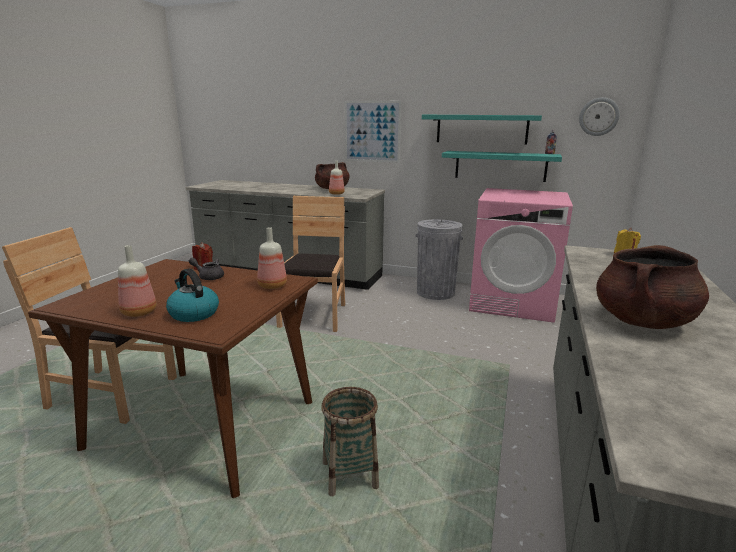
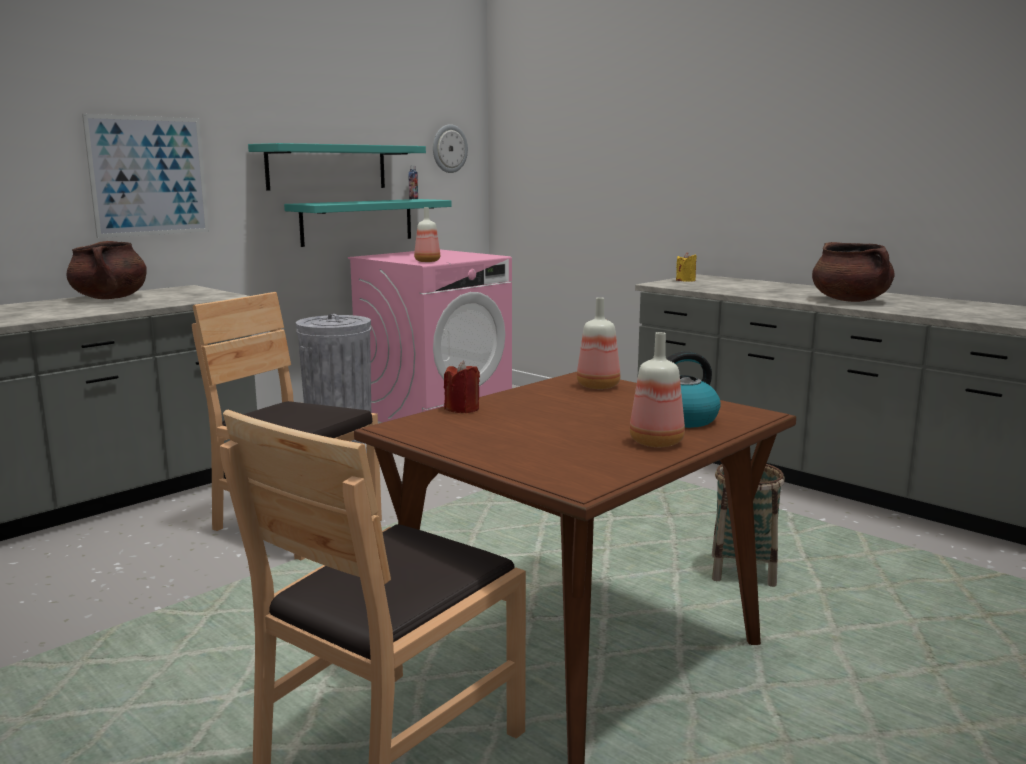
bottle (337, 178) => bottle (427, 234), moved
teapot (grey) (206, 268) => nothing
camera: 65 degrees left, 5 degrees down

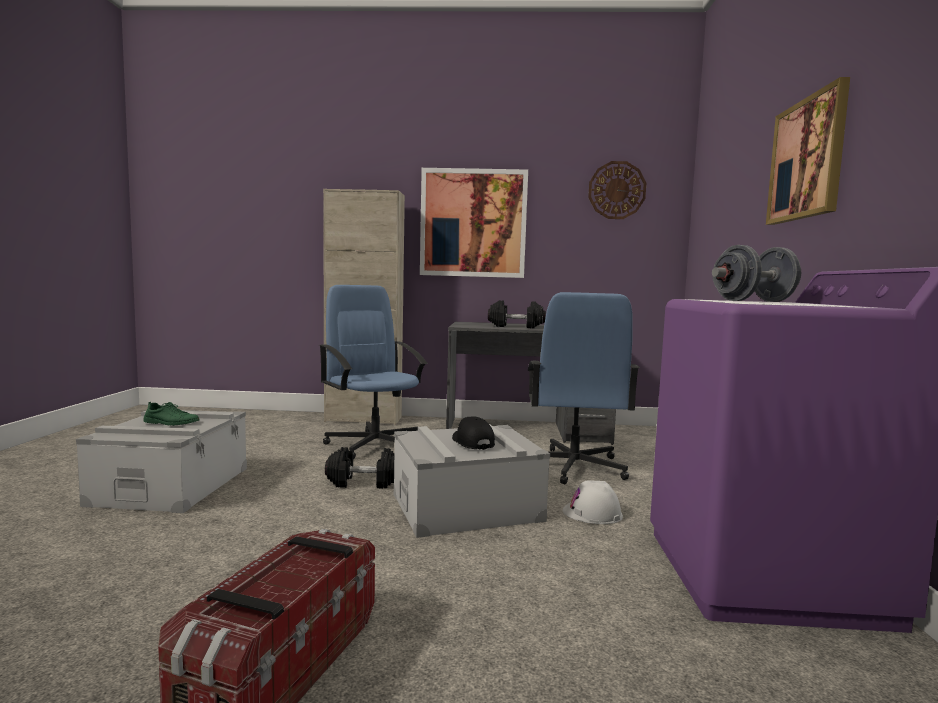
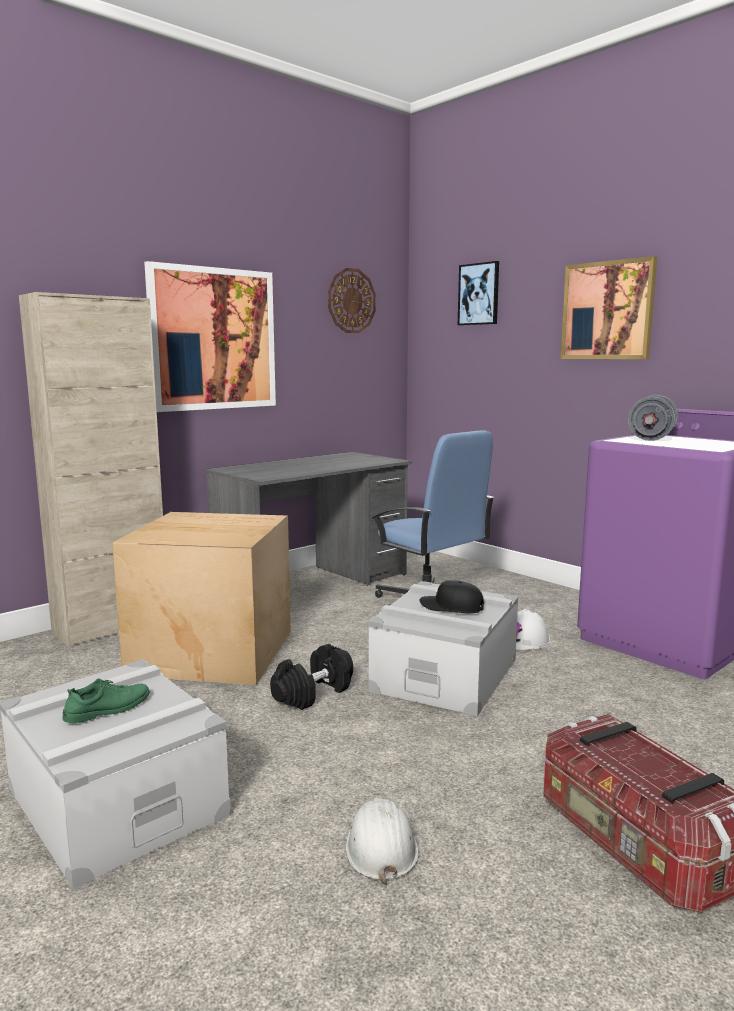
office chair (blue) (373, 372) => cardboard box (201, 598)
dumbbell (black) (517, 314) => nothing
nothing => picture (478, 293)
nothing => hard hat (white) (382, 841)
camera: 45 degrees left, 5 degrees up

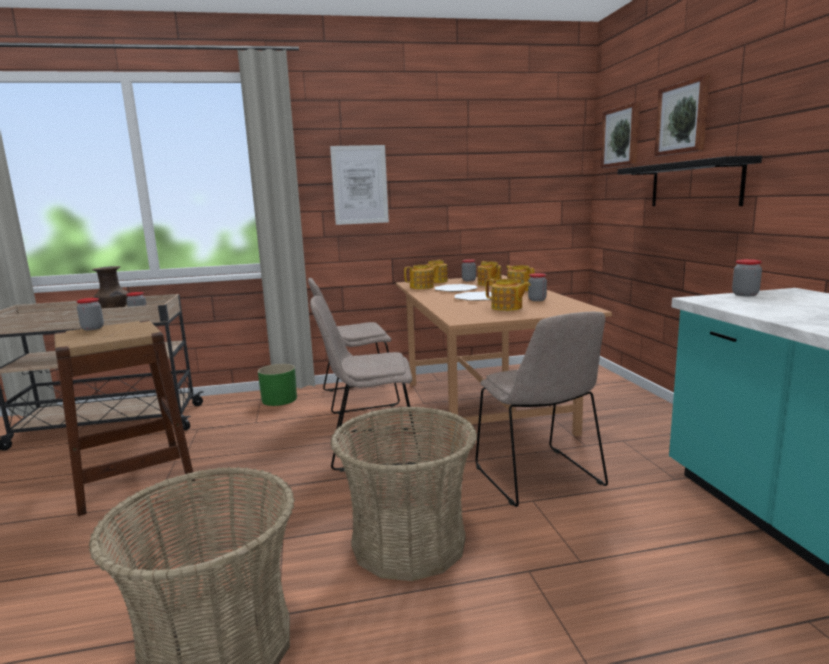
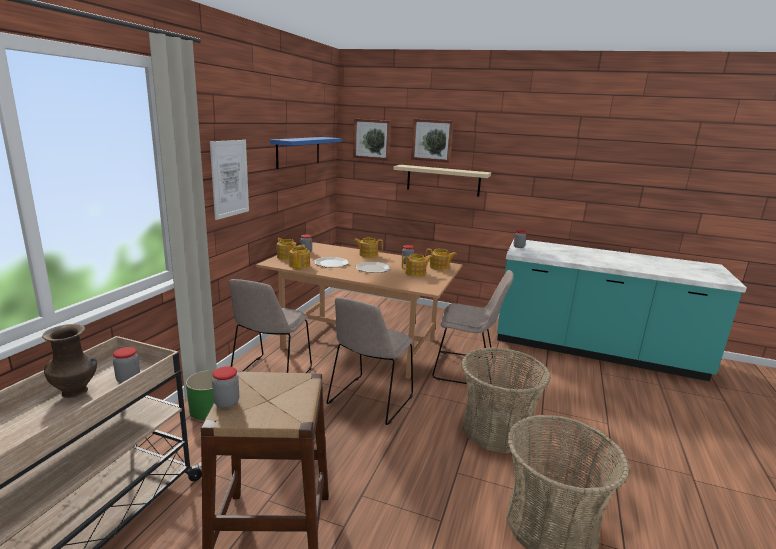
shelf (black) (690, 180) => shelf (beige) (442, 181)
teapot (490, 273) => teapot (441, 259), moved
nothing => shelf (blue) (306, 153)
camera: 60 degrees left, 5 degrees up

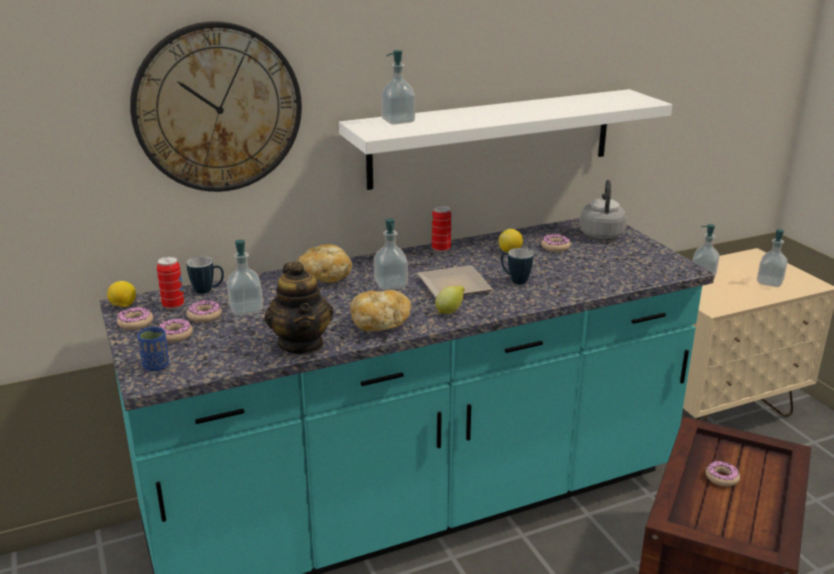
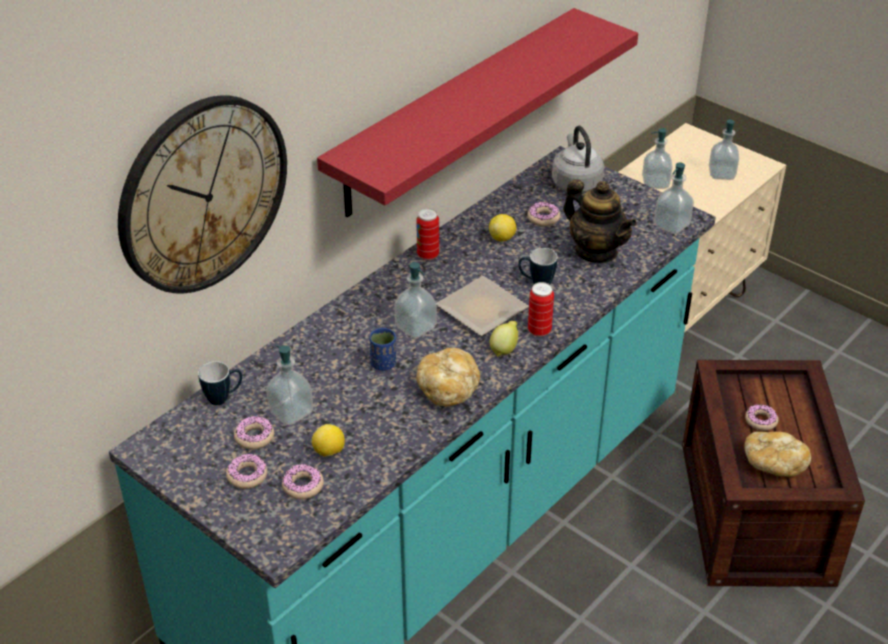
soap dispenser (398, 87) => soap dispenser (674, 198), moved
shelf (white) (505, 139) => shelf (red) (477, 112)
bread (325, 263) => bread (777, 454), moved
can (170, 283) => can (541, 309), moved
teapot (299, 308) => teapot (600, 221), moved
lemon (121, 294) => lemon (328, 440), moved
donut (135, 318) => donut (303, 481), moved
cup (blue) (153, 349) => cup (blue) (383, 349), moved
camera: 25 degrees left, 15 degrees up

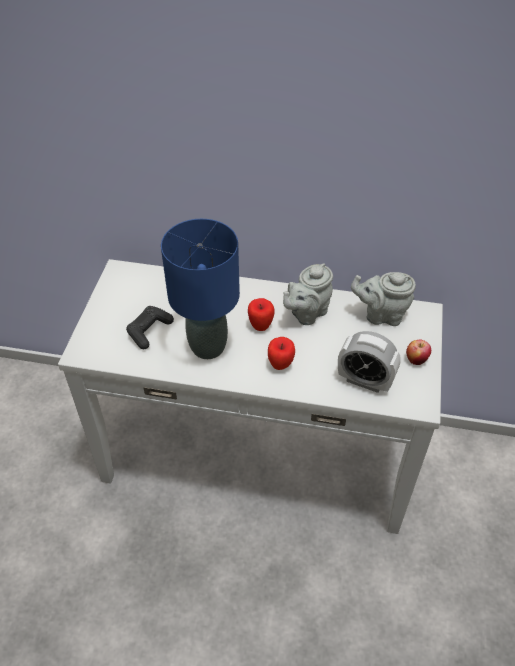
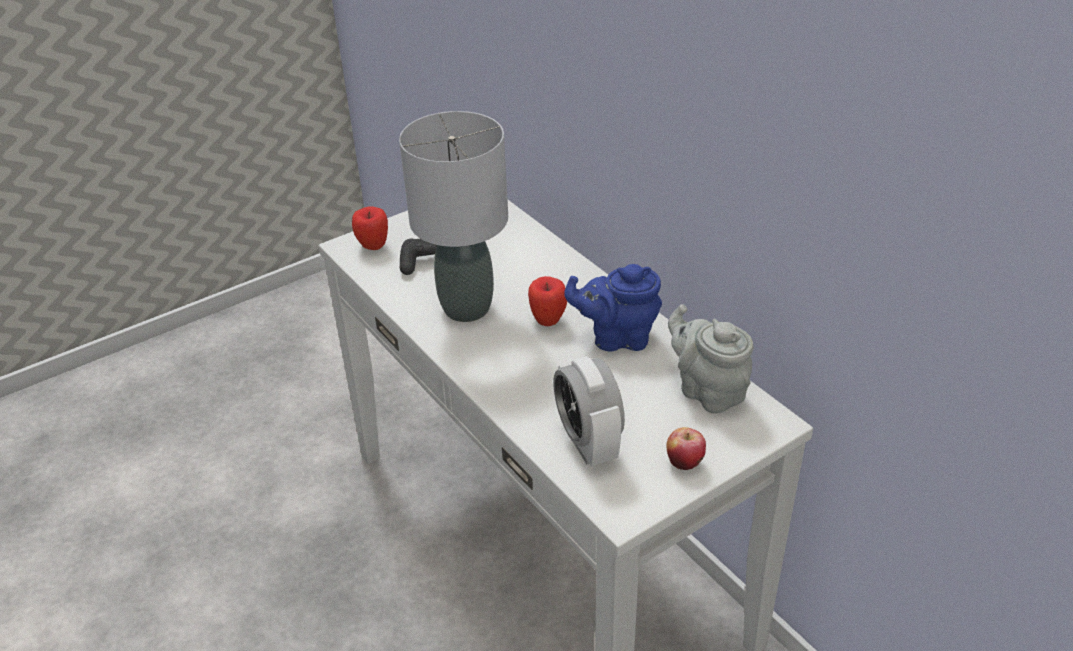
table lamp (blue) (200, 289) => table lamp (grey) (453, 216)
teapot (grey) (308, 294) => teapot (blue) (613, 308)
apple (281, 353) => apple (370, 228), moved
camera: 45 degrees right, 10 degrees down

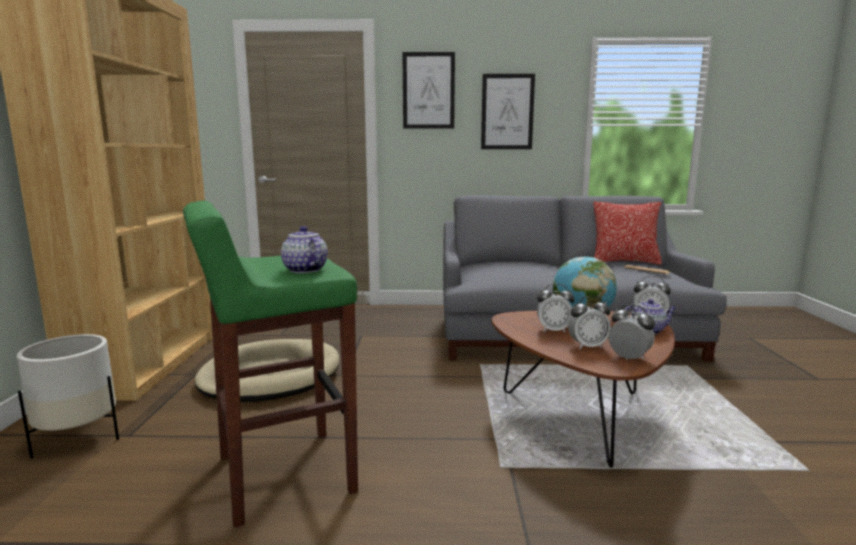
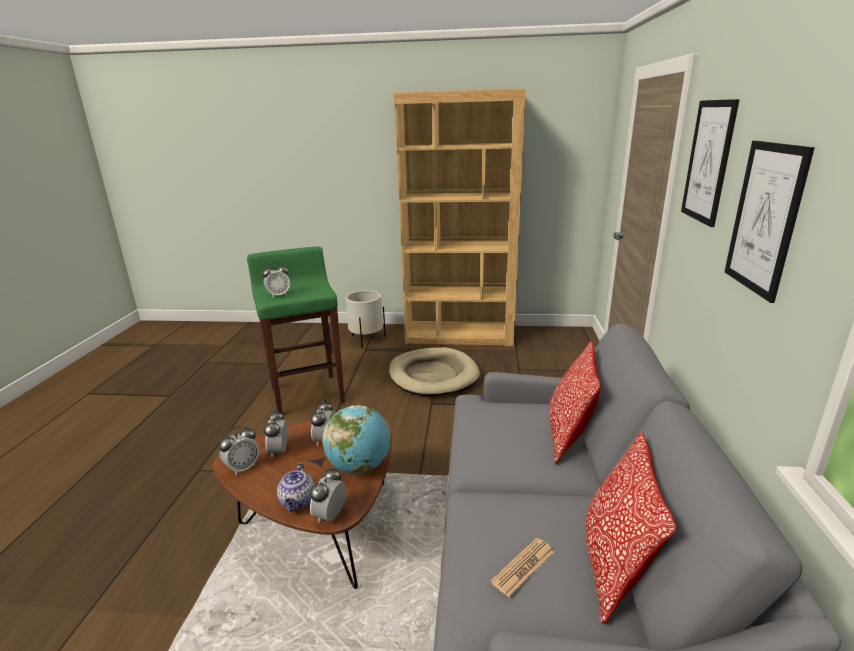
teapot (304, 249) => alarm clock (276, 280)
nothing => pillow (575, 402)
camera: 95 degrees right, 10 degrees up

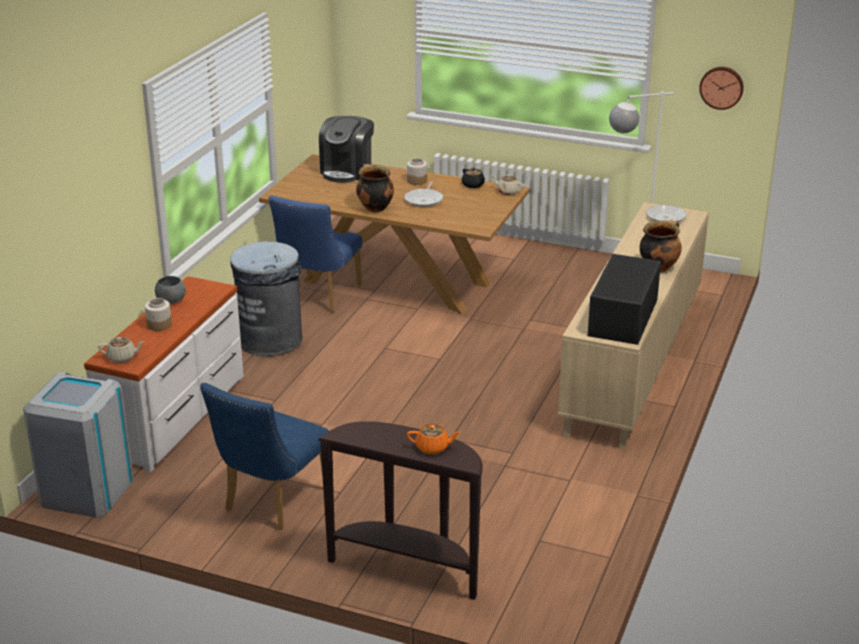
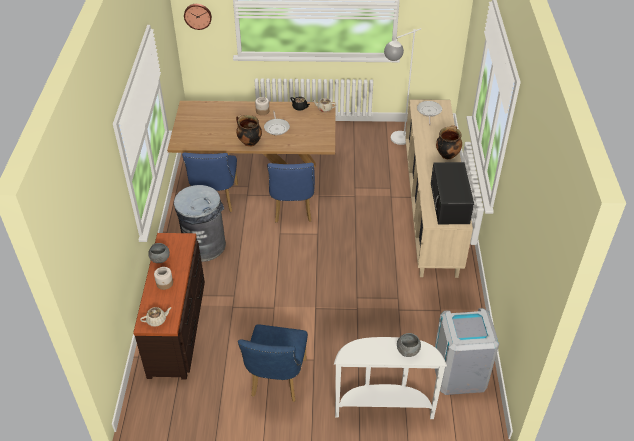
wall clock (721, 88) => wall clock (198, 17), moved
coffee machine (346, 149) => nothing
dresser (white) (164, 374) => dresser (brown) (169, 306)
trash can (grey) (78, 445) => trash can (grey) (467, 351), moved
console table (brown) (400, 510) => console table (white) (390, 378)
teapot (orange) (434, 439) => bowl (grey) (409, 345)
nothing => chair (blue) (291, 193)
camera: 20 degrees left, 15 degrees up

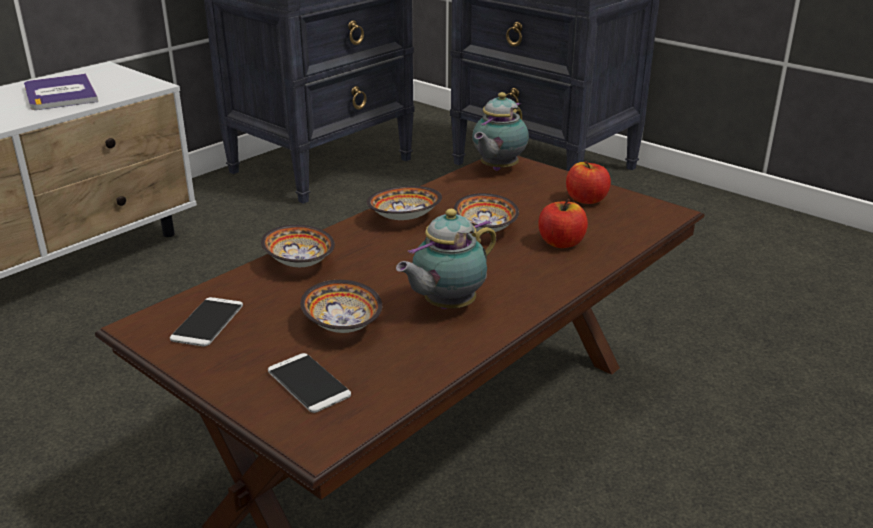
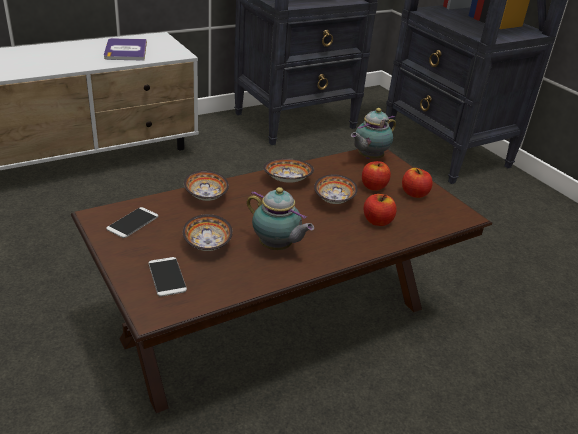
teapot (446, 259) => teapot (280, 218), 120 degrees counterclockwise
nothing => apple (376, 176)
camera: 15 degrees right, 5 degrees up

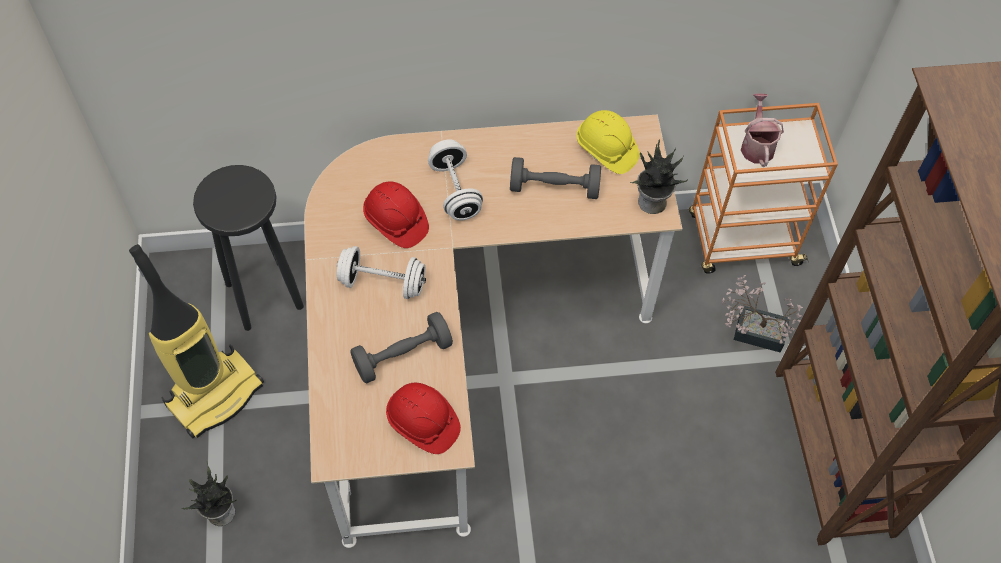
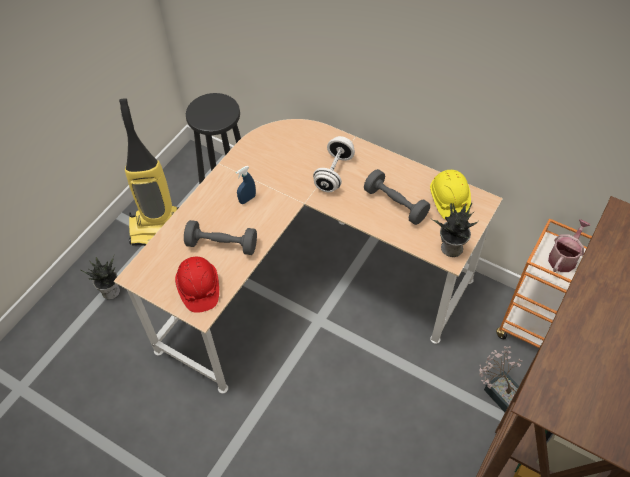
hard hat (red) (396, 214) => nothing
dumbbell (white) (381, 272) => spray bottle (blue) (246, 185)
camera: 40 degrees right, 5 degrees down

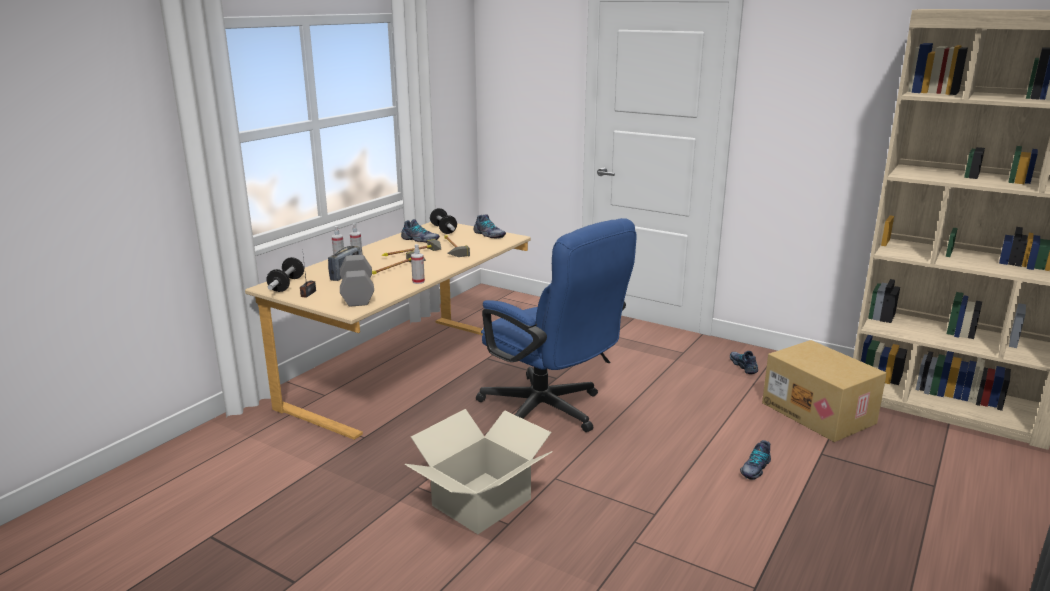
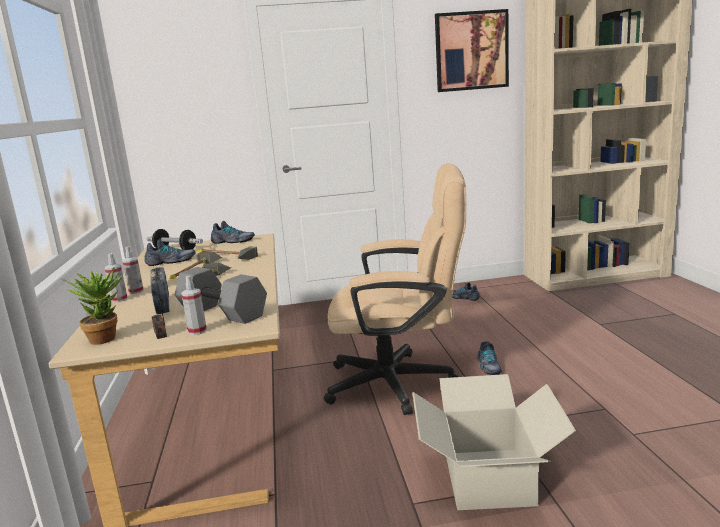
office chair (blue) (556, 325) => office chair (beige) (395, 289)
spray bottle (418, 264) => spray bottle (194, 305), moved
dumbbell (285, 274) => potted plant (91, 306)
cardboard box (824, 391) => nothing
shoe (755, 460) => shoe (489, 358), moved
nothing => picture (472, 50)
camera: 40 degrees left, 5 degrees down

